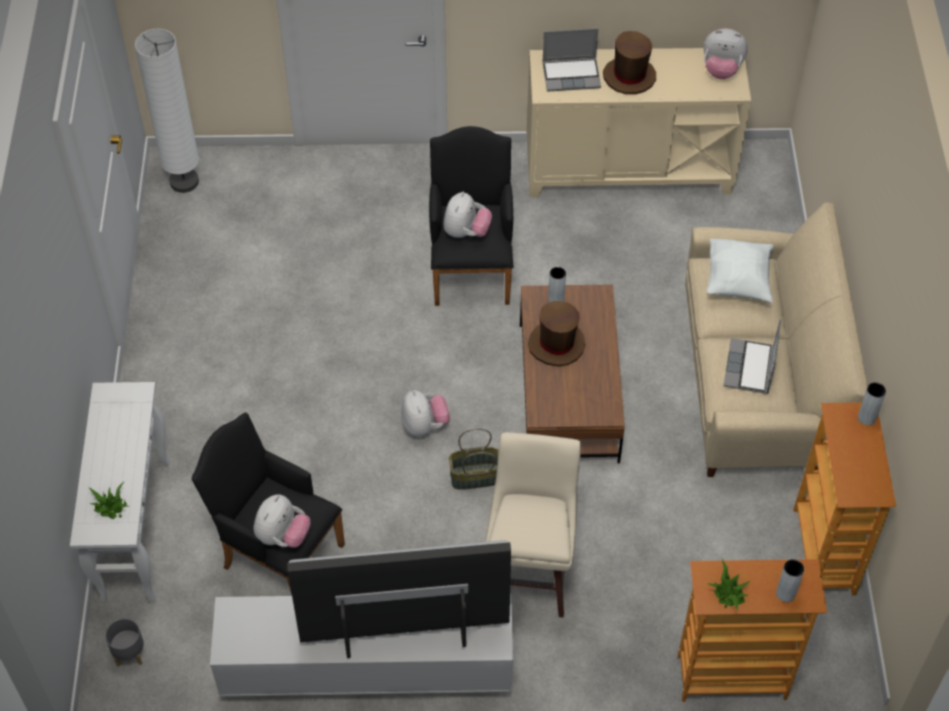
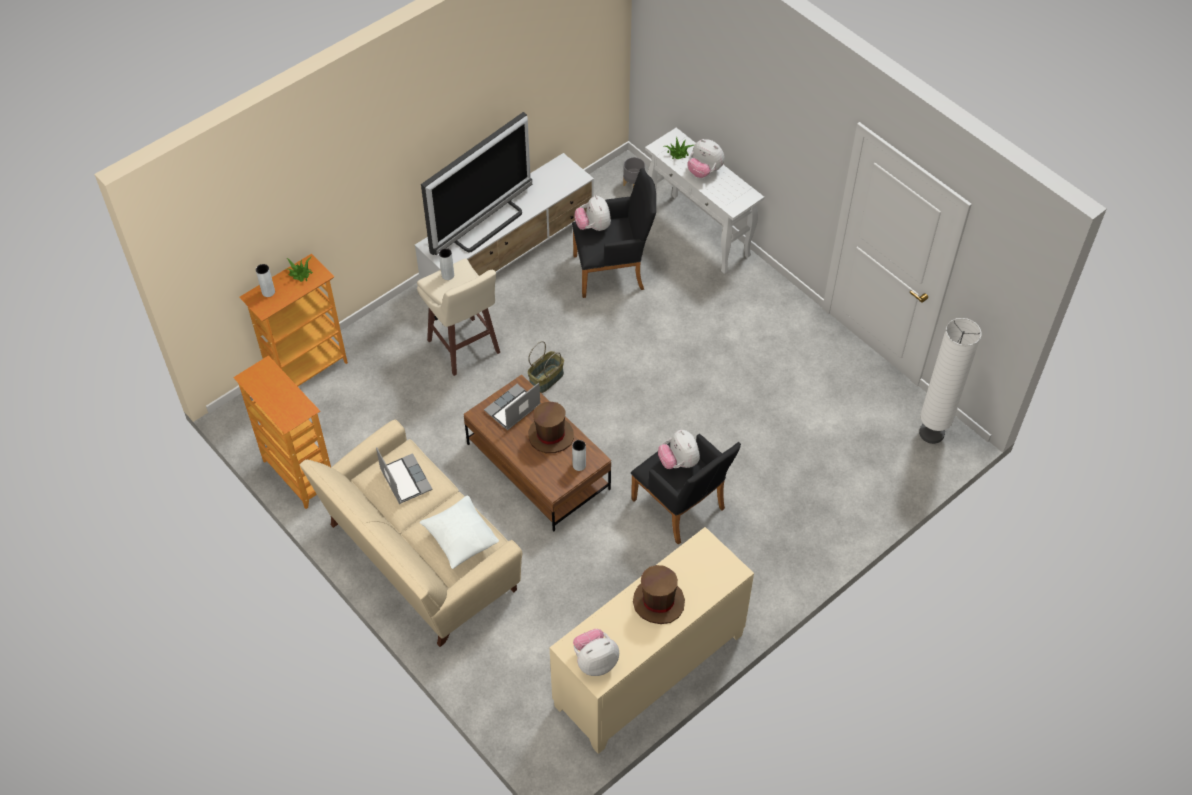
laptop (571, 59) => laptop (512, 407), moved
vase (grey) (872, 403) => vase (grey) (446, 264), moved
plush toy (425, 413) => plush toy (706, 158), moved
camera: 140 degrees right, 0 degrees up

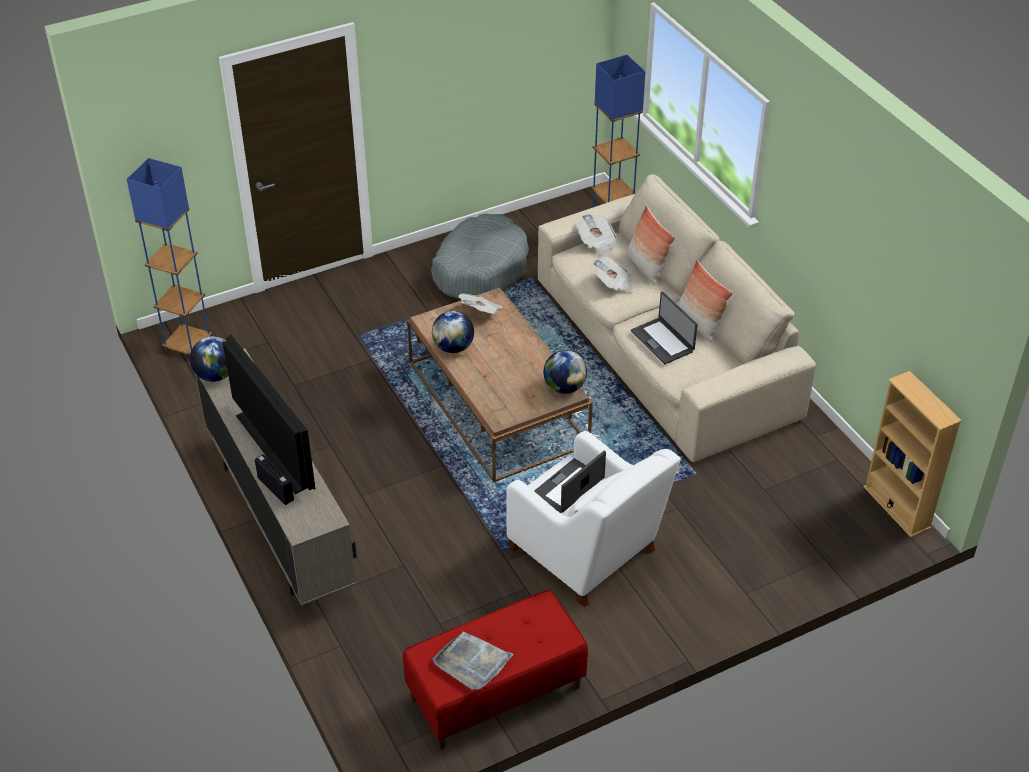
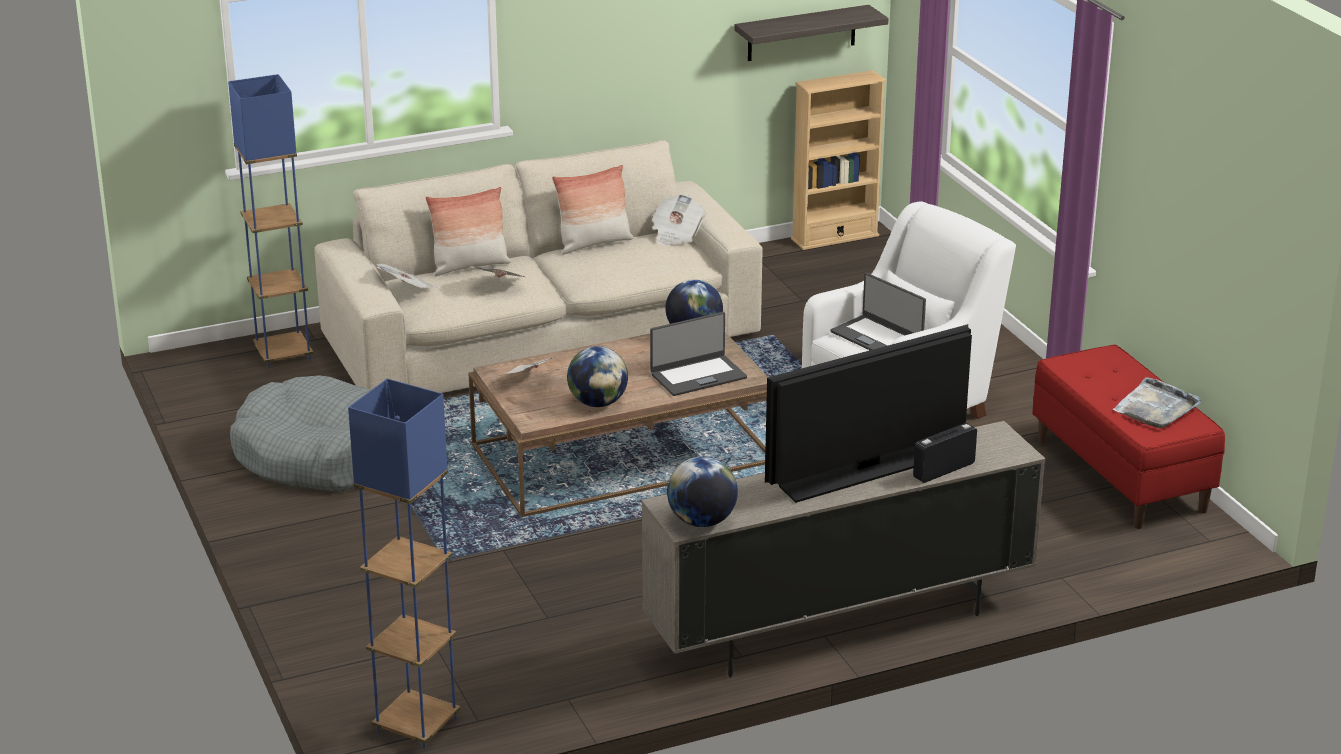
laptop (664, 327) => laptop (698, 354), moved
nothing => shelf (811, 33)
nothing => newspaper (678, 219)
camera: 85 degrees left, 15 degrees down

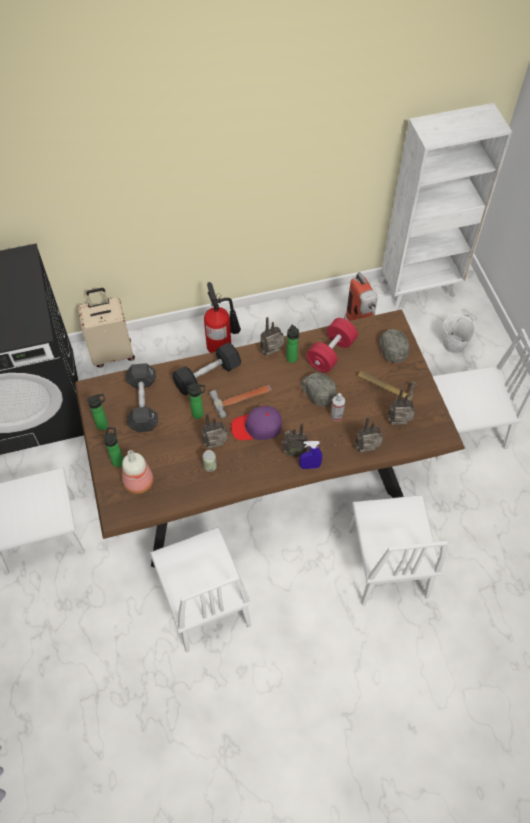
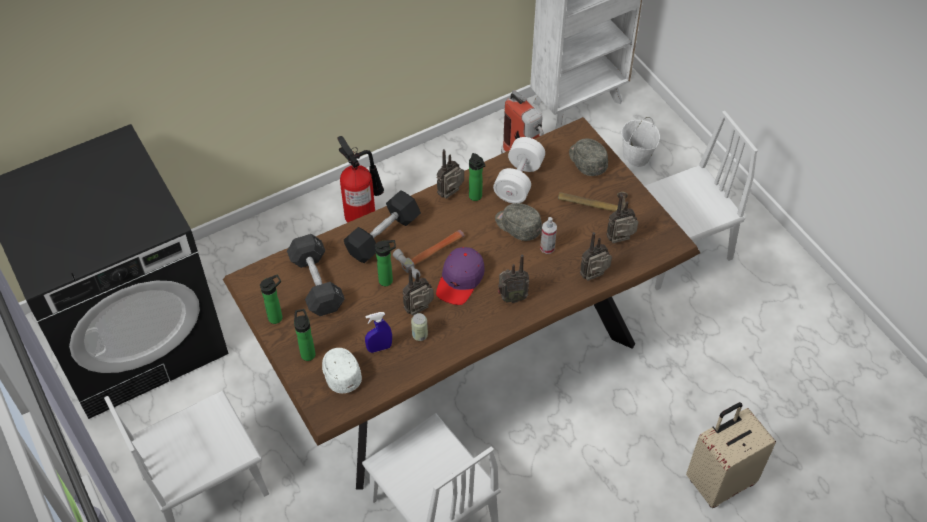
suitcase (beige) (106, 327) => suitcase (beige) (731, 455), moved
dumbbell (red) (332, 345) => dumbbell (white) (519, 170)
cap (purple) (256, 423) => cap (purple) (460, 276), 45 degrees counterclockwise
spray bottle (blue) (310, 455) => spray bottle (blue) (378, 332), moved
bottle (137, 472) => cap (white) (342, 370)
chair (white) (397, 550) => nothing
camera: 15 degrees left, 5 degrees down

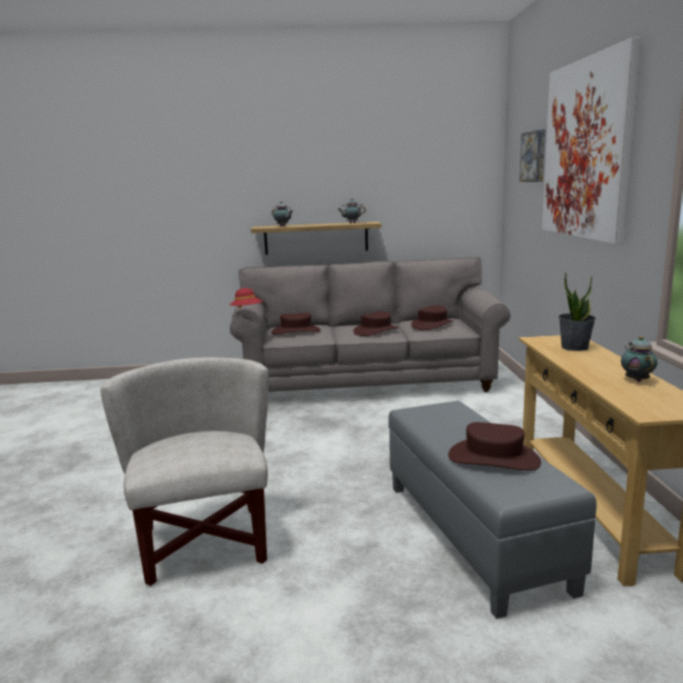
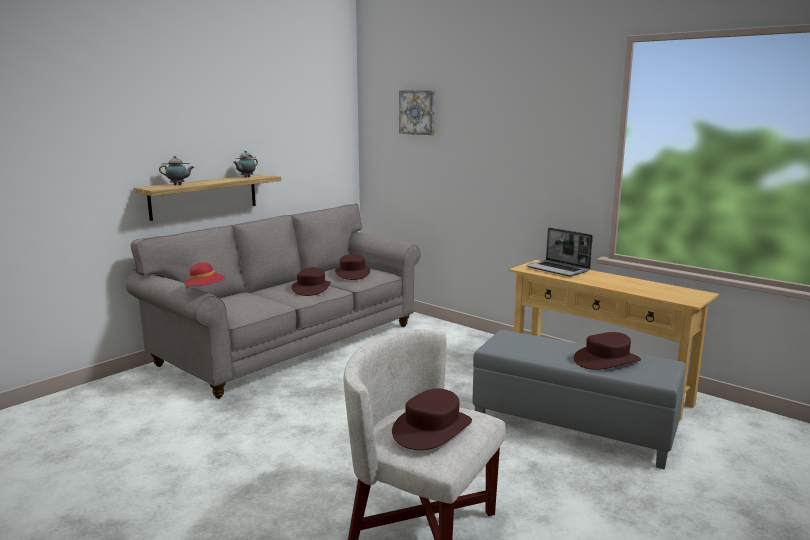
picture (591, 140) => nothing
potted plant (577, 311) => laptop (559, 252)
hat (brown) (296, 324) => hat (brown) (432, 419), moved
teapot (639, 359) => nothing
camera: 45 degrees left, 0 degrees up

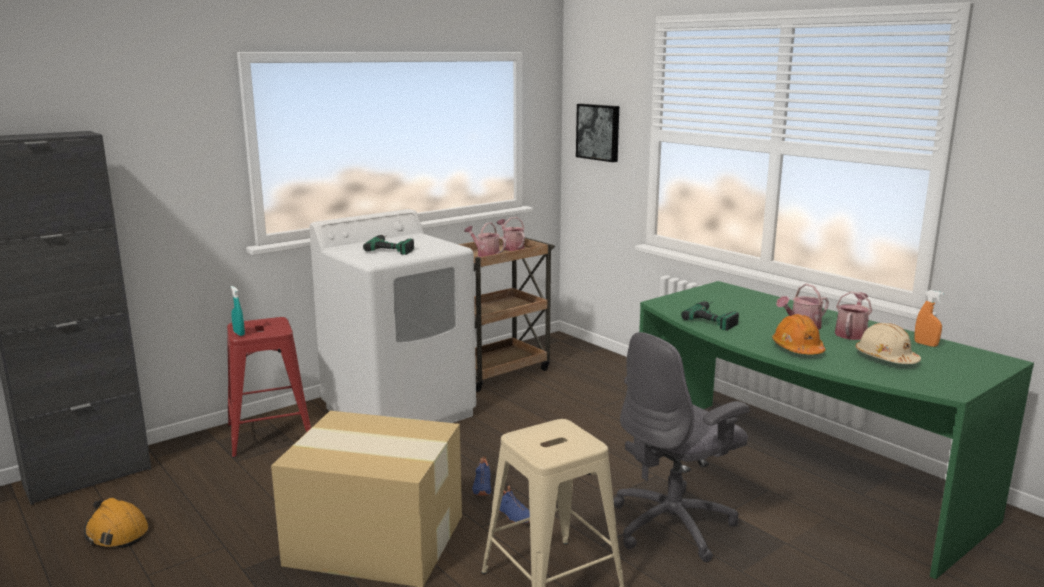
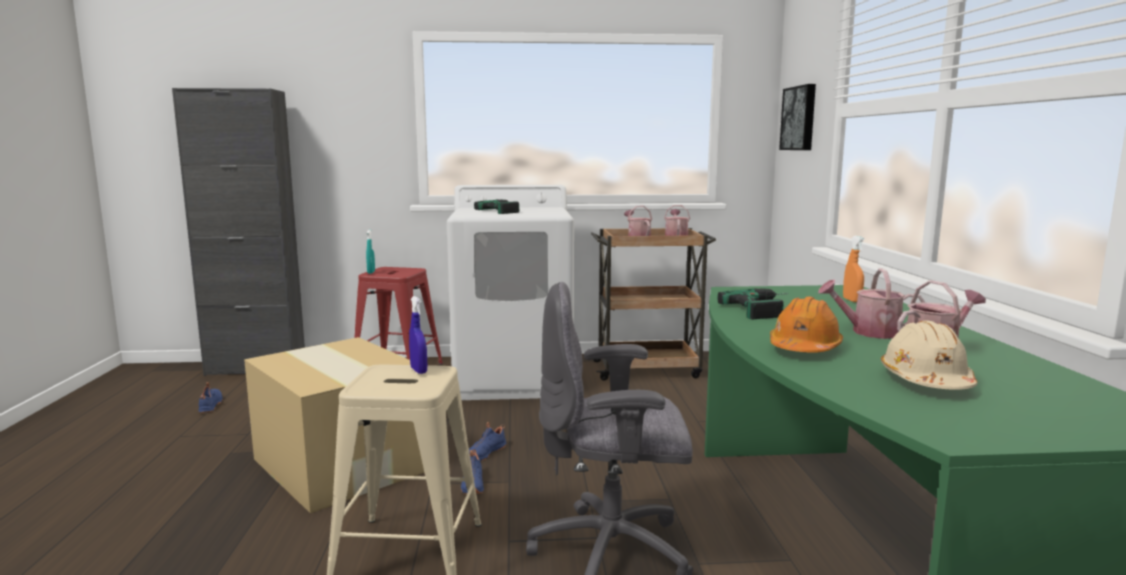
spray bottle (orange) (929, 318) => spray bottle (orange) (854, 269), moved
hard hat (orange) (116, 523) => shoe (blue) (211, 397)
nothing => spray bottle (blue) (418, 335)
camera: 35 degrees right, 5 degrees down

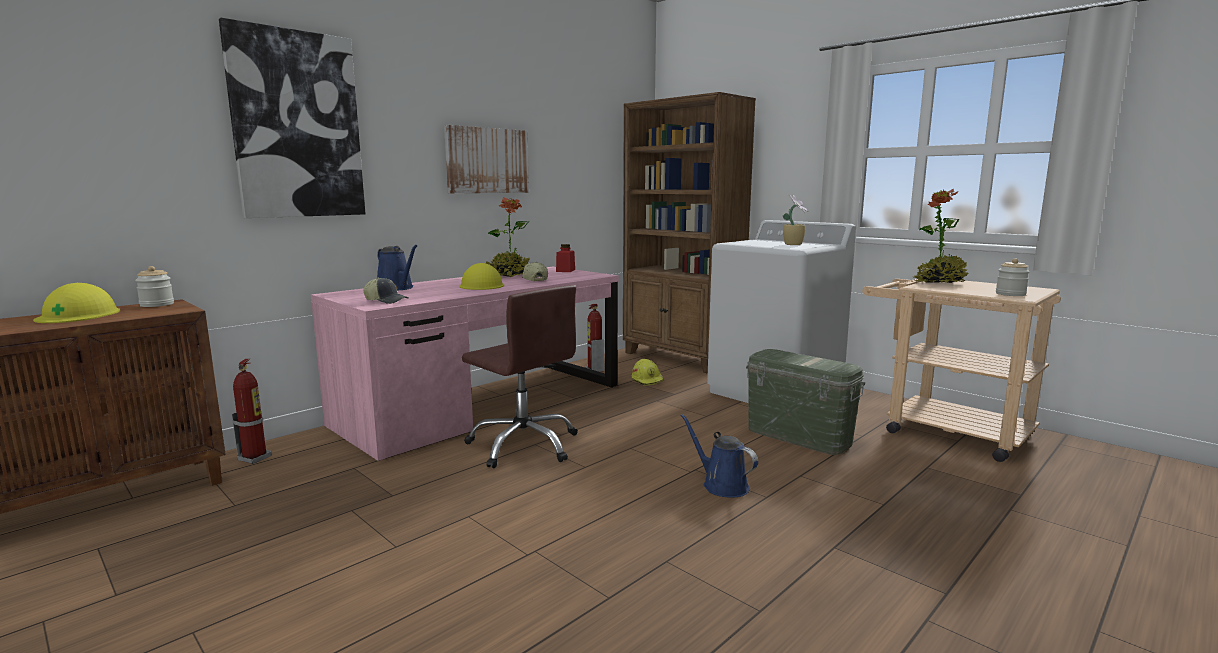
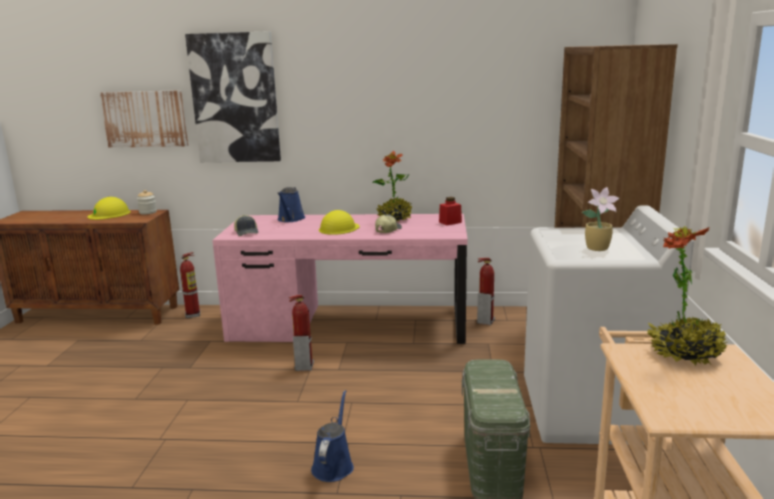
picture (486, 159) => picture (144, 119), moved
jar (1013, 277) => nothing
office chair (brown) (520, 376) => fire extinguisher (301, 333)
hard hat (yellow) (648, 372) => nothing
camera: 50 degrees right, 5 degrees up

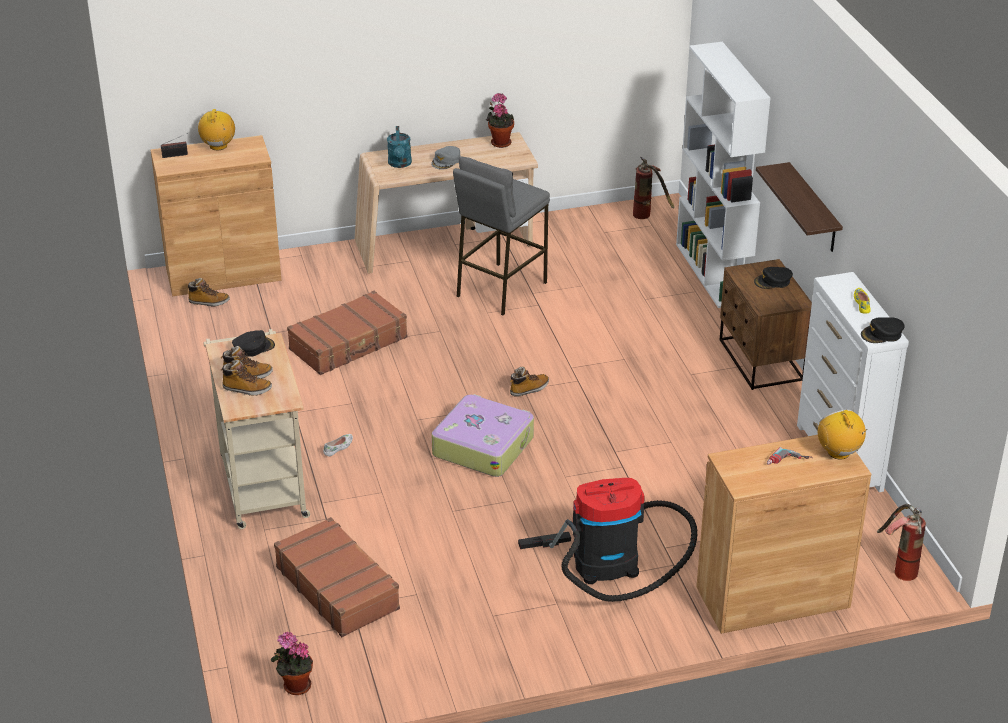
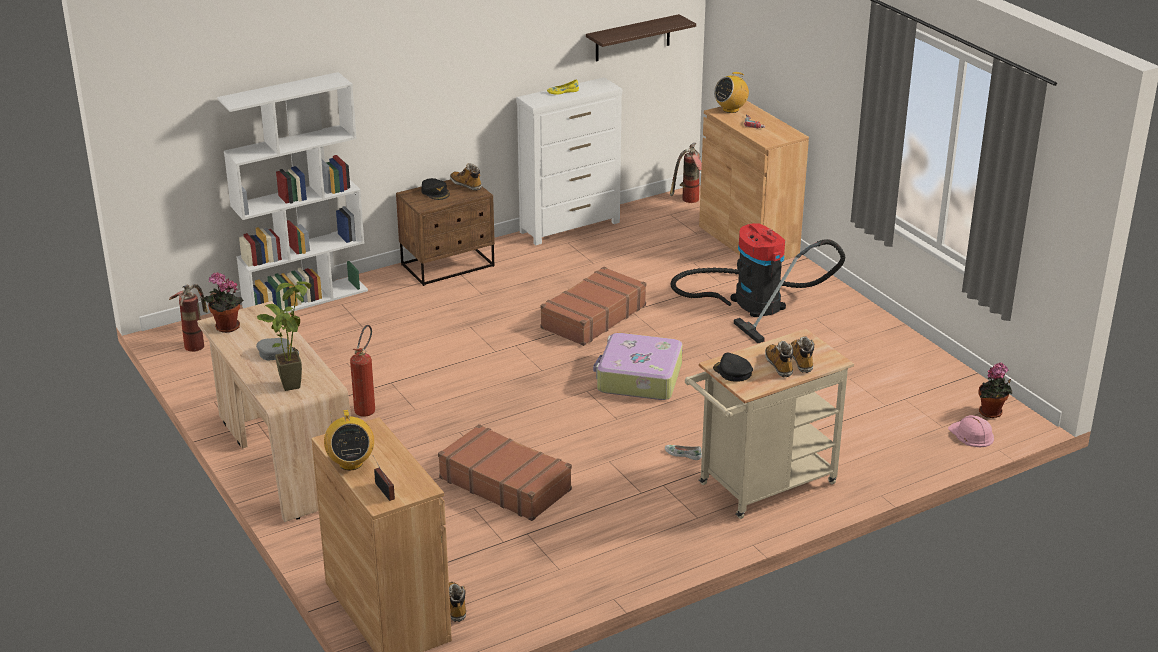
radio (216, 129) => radio (349, 440), 90 degrees counterclockwise
watering can (turquoise) (399, 147) => potted plant (284, 336)
stool (grey) (501, 236) => fire extinguisher (362, 371)
shelf (799, 207) => shelf (641, 37), moved
cap (black) (883, 330) => nothing
boot (529, 381) => boot (466, 177), moved
suitcase (brown) (337, 577) => suitcase (brown) (593, 306), moved
nothing => hard hat (pink) (971, 431)
camera: 105 degrees left, 5 degrees down

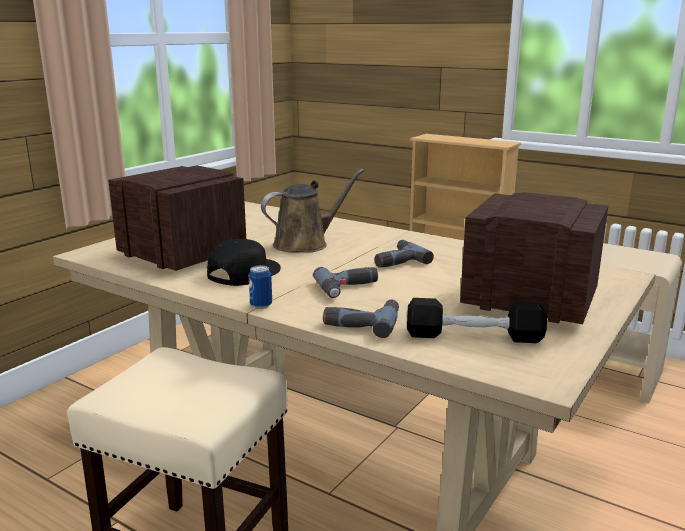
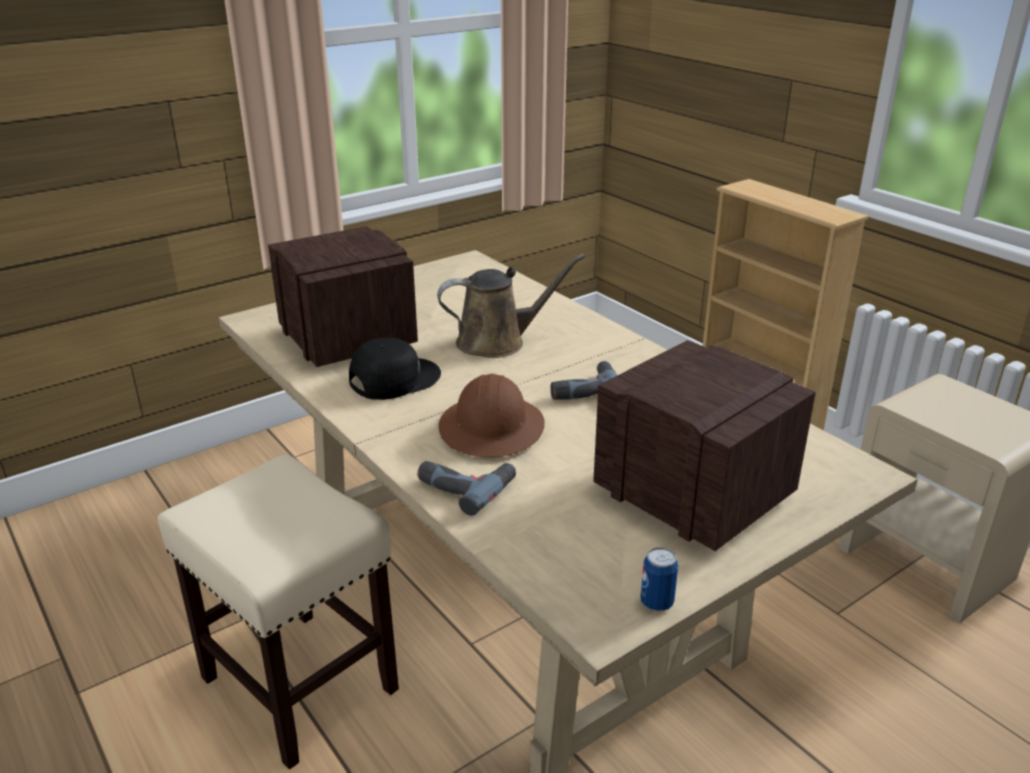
can (260, 287) => can (659, 579), moved
power drill (345, 282) => hard hat (brown) (492, 415)
dumbbell (black) (477, 320) => nothing
camera: 20 degrees right, 10 degrees up

